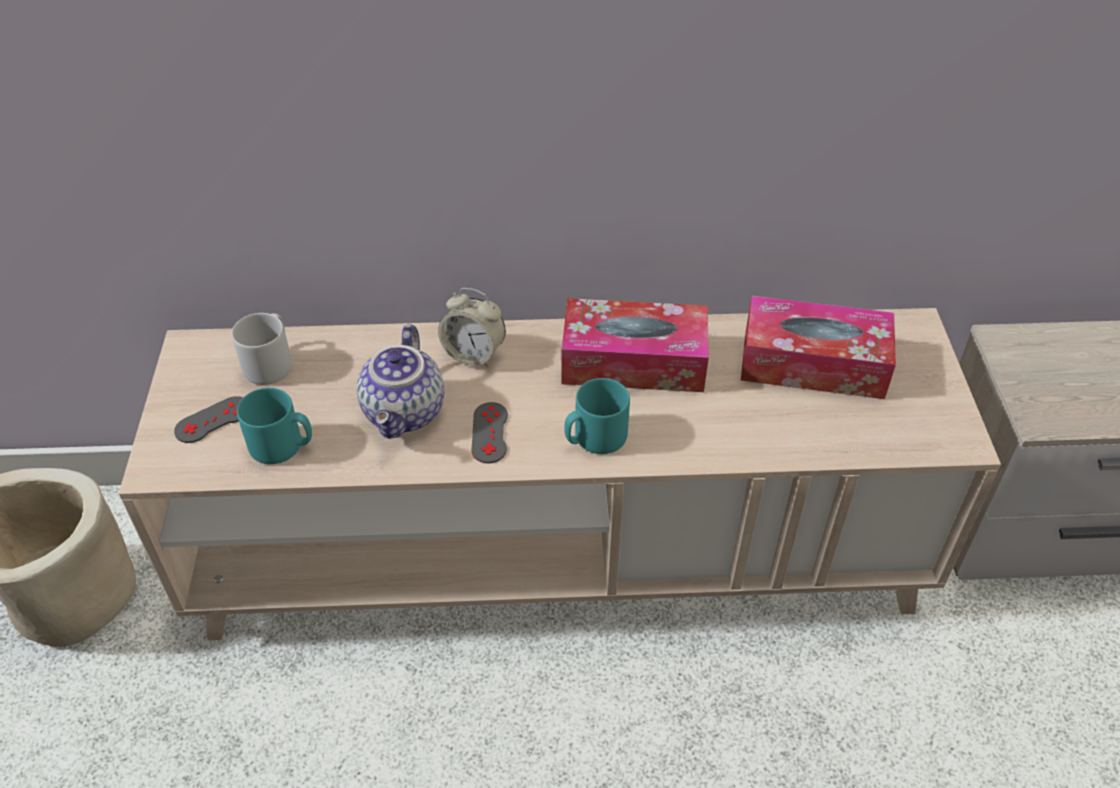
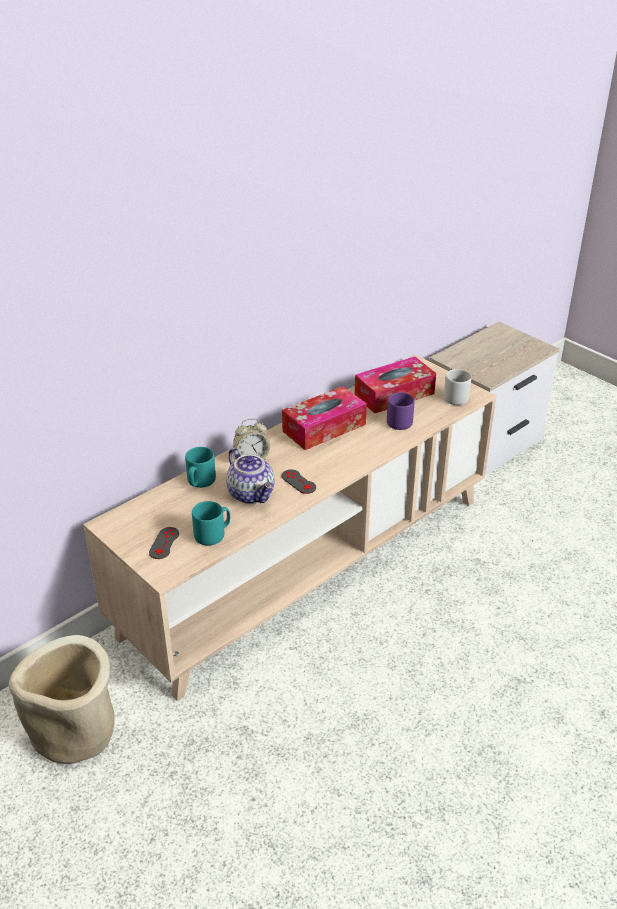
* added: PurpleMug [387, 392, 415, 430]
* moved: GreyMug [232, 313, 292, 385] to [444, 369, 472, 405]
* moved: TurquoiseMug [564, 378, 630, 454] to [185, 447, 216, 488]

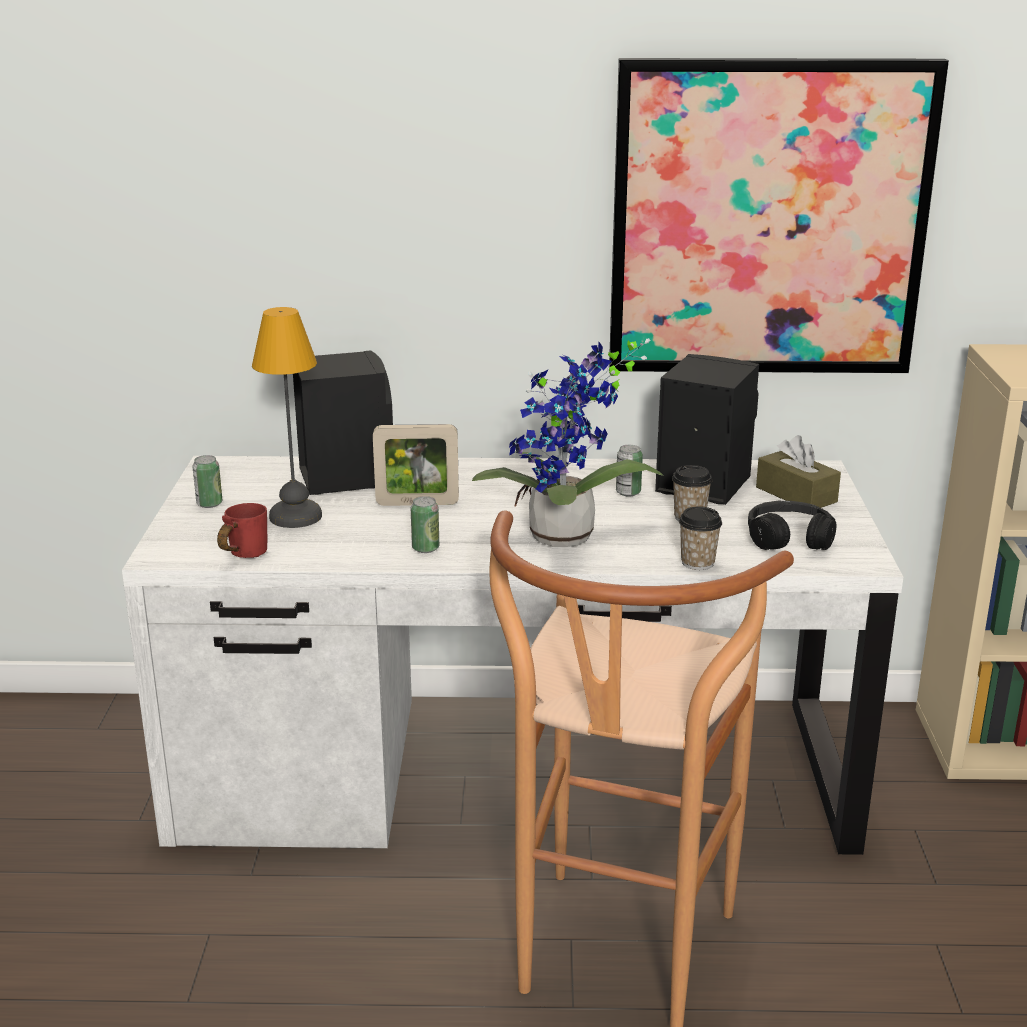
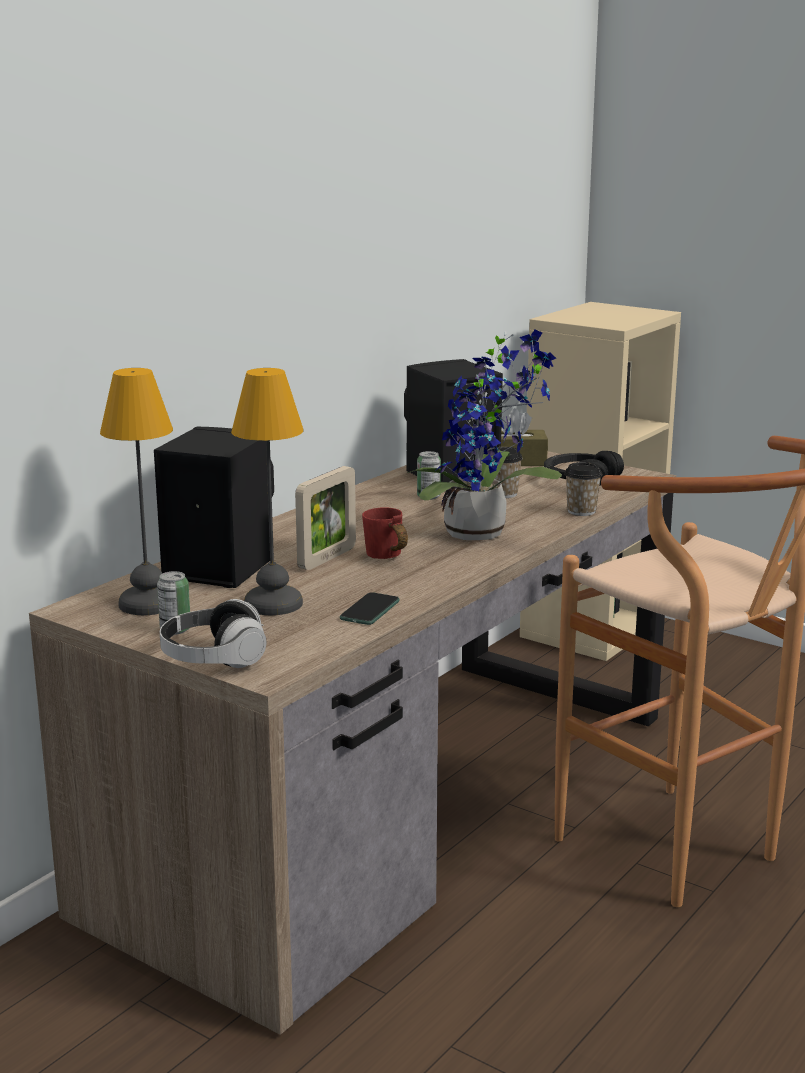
* removed: Can [411, 496, 439, 553]
* removed: Picture [609, 58, 949, 373]
* added: TableLamp [100, 368, 173, 615]
* added: Headphones [160, 599, 266, 668]
* added: Phone [340, 592, 400, 625]
* moved: RedMug [217, 503, 267, 558] to [362, 507, 408, 559]
* recoloured: WhiteDesk [122, 456, 903, 855] to BrownDesk [29, 451, 676, 1035]

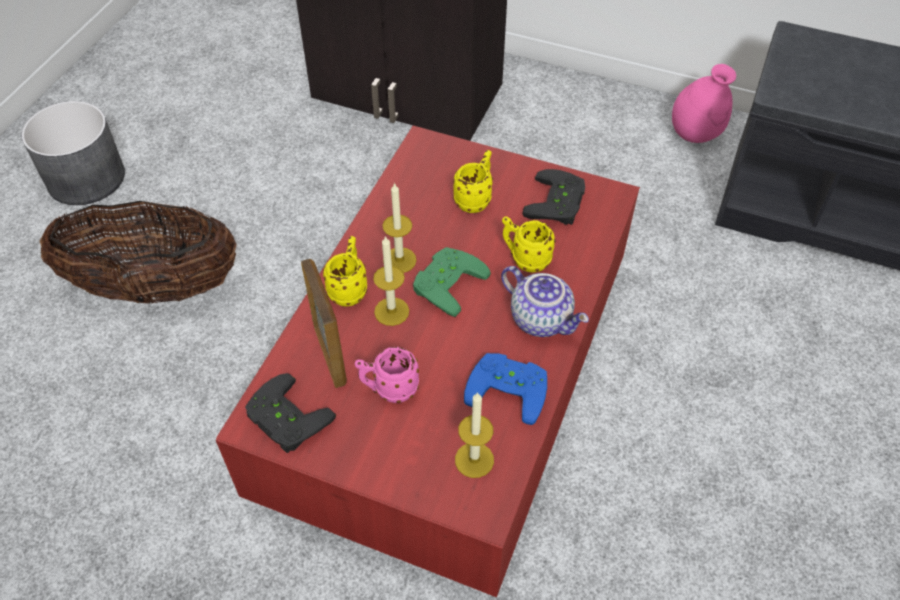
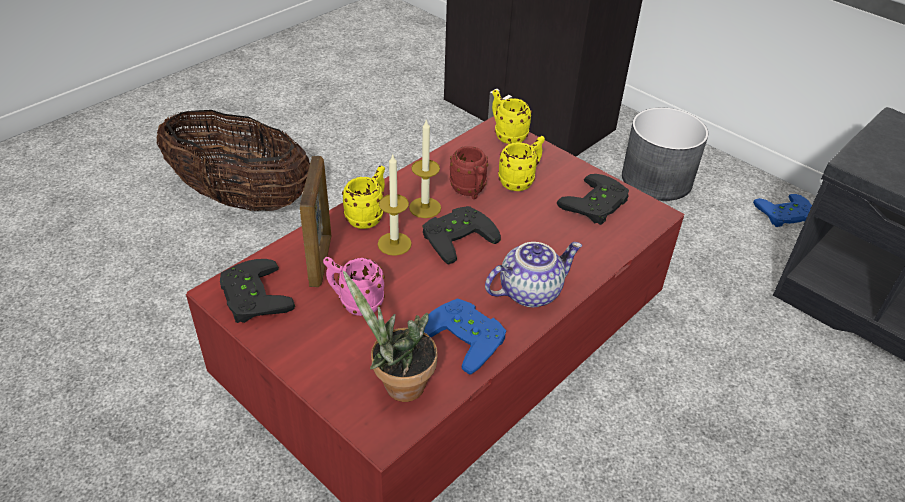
* added: RedMug [450, 146, 488, 199]
* moved: GreyPlanter [22, 101, 125, 205] to [622, 108, 708, 201]
* moved: YellowMug [502, 216, 556, 273] to [492, 90, 532, 144]
* replaced: Candle [455, 392, 494, 478] to PottedPlant [343, 270, 438, 402]
* replaced: PinkVase [672, 64, 736, 143] to BlueGameController [753, 194, 812, 227]
* recoloured: GreenGameController [413, 247, 491, 317] to BlackGameController [422, 206, 501, 264]
* turned: Teapot [501, 266, 589, 337] = [485, 242, 582, 307] 90 degrees counterclockwise

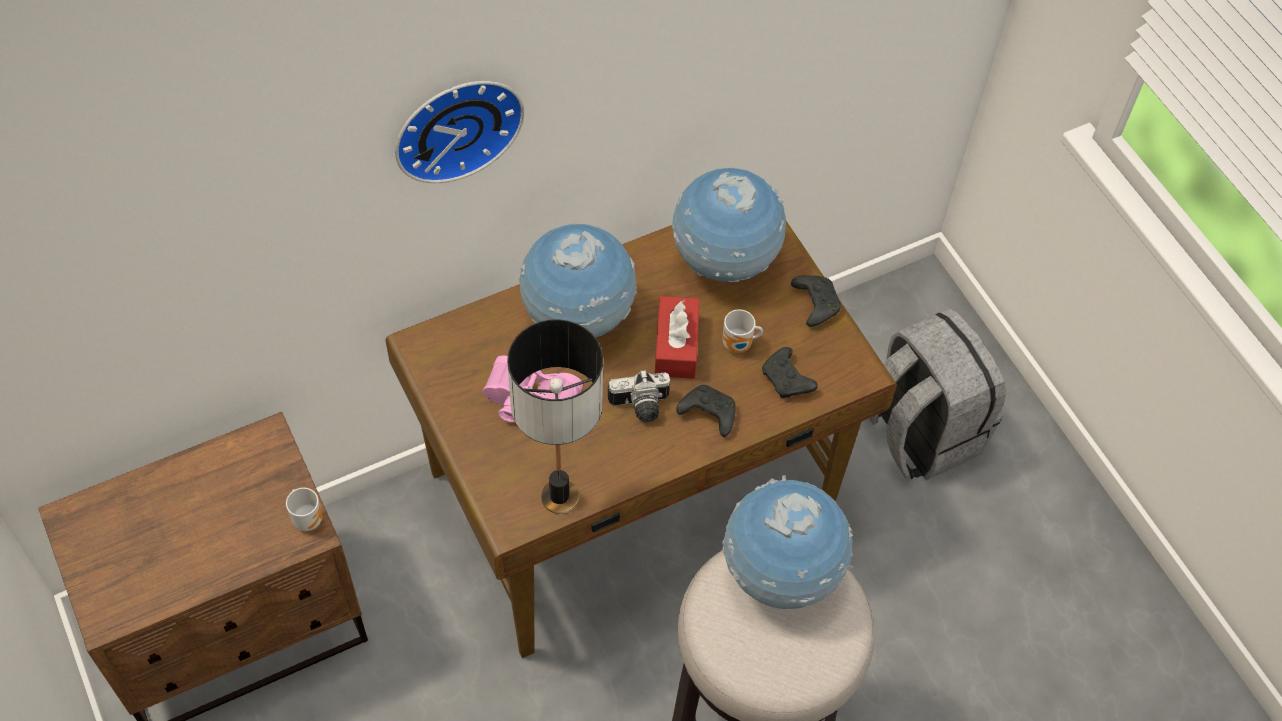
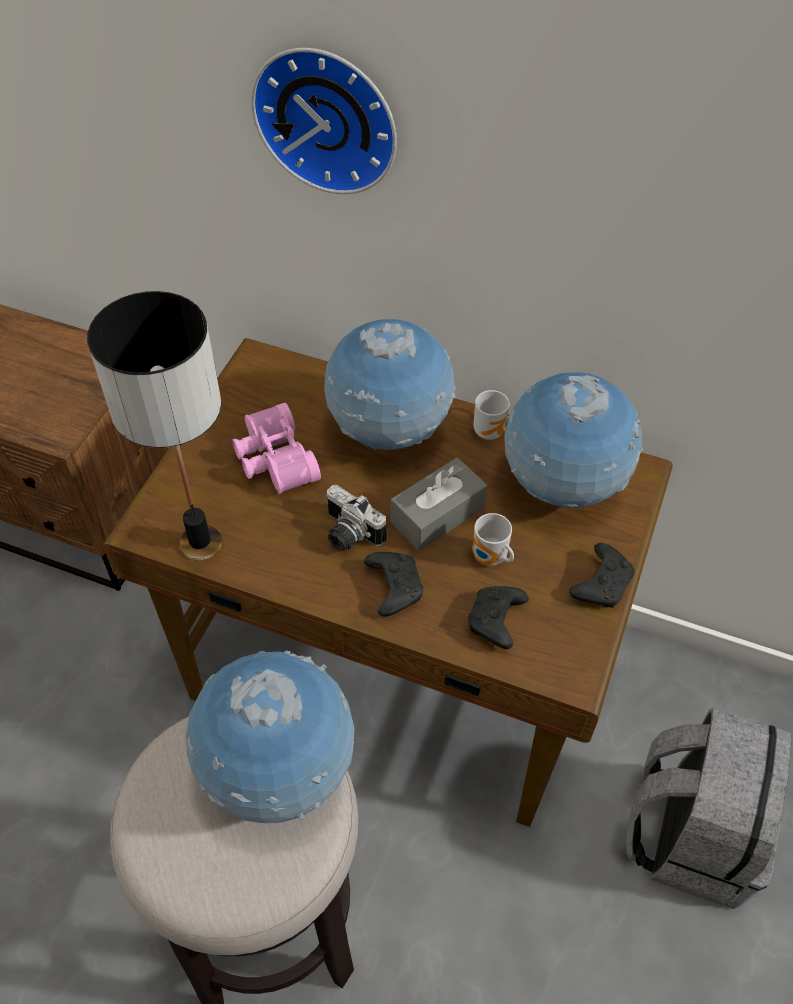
* moved: Mug [286, 488, 322, 531] to [473, 390, 509, 440]
* recoloured: RedTissueBox [655, 296, 700, 379] to GreyTissueBox [391, 457, 487, 551]

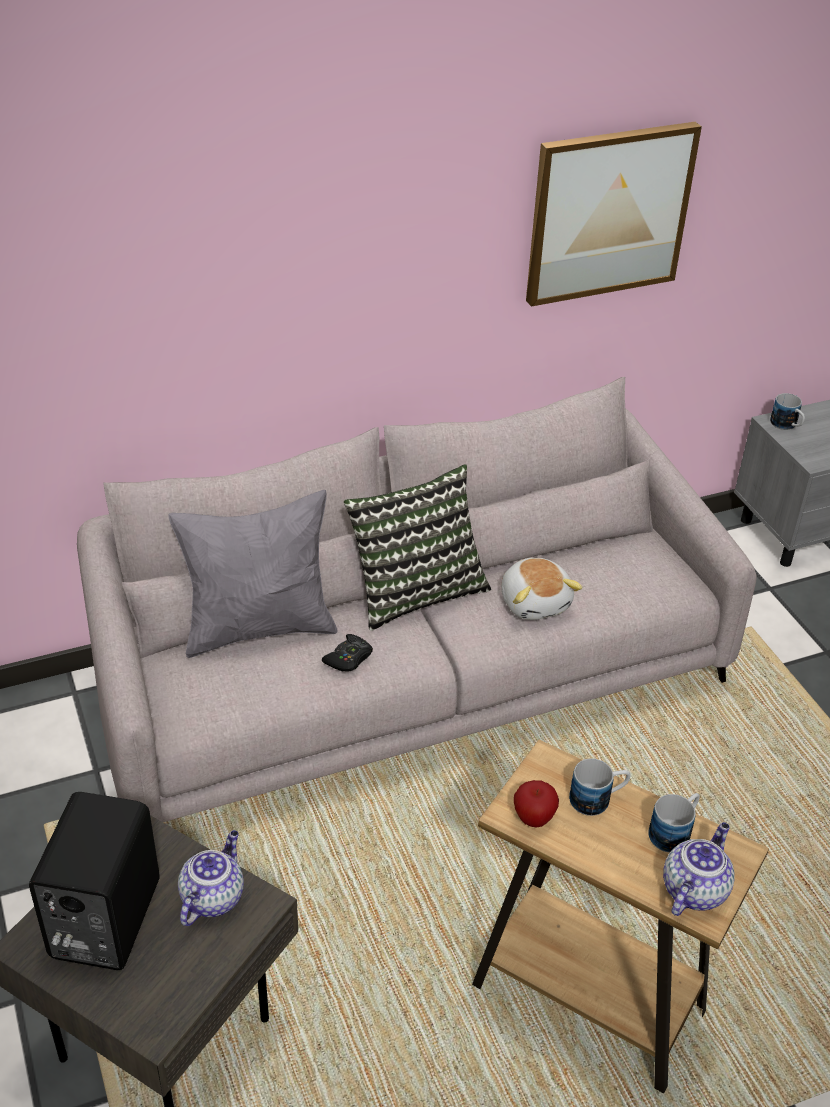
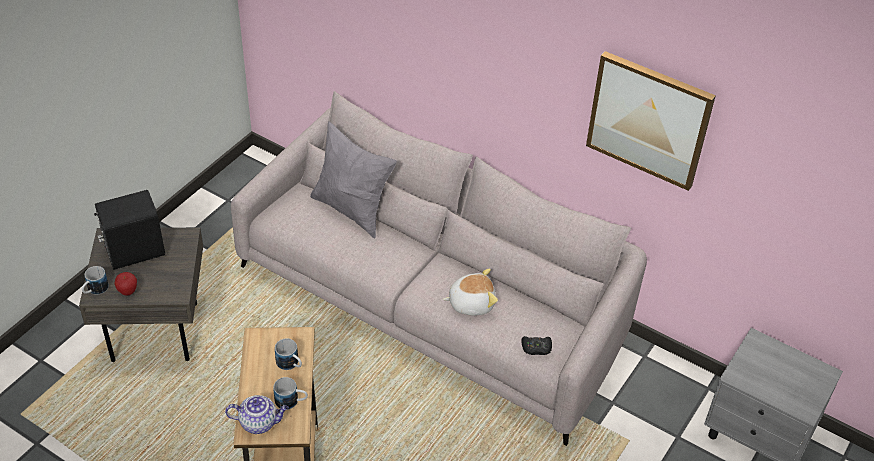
* removed: Teapot [178, 830, 244, 926]
* removed: Pillow [344, 464, 491, 631]
* moved: BlackGameController [322, 634, 373, 672] to [521, 336, 552, 355]
* moved: Apple [514, 780, 559, 827] to [114, 272, 137, 295]
* moved: Mug [770, 393, 805, 430] to [82, 266, 109, 295]
* turned: PlushToy [502, 558, 583, 620] = [443, 268, 498, 316] 135 degrees counterclockwise

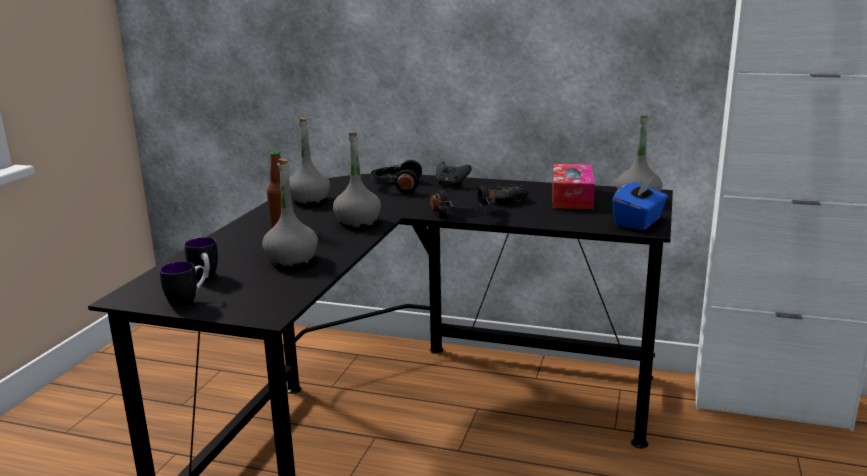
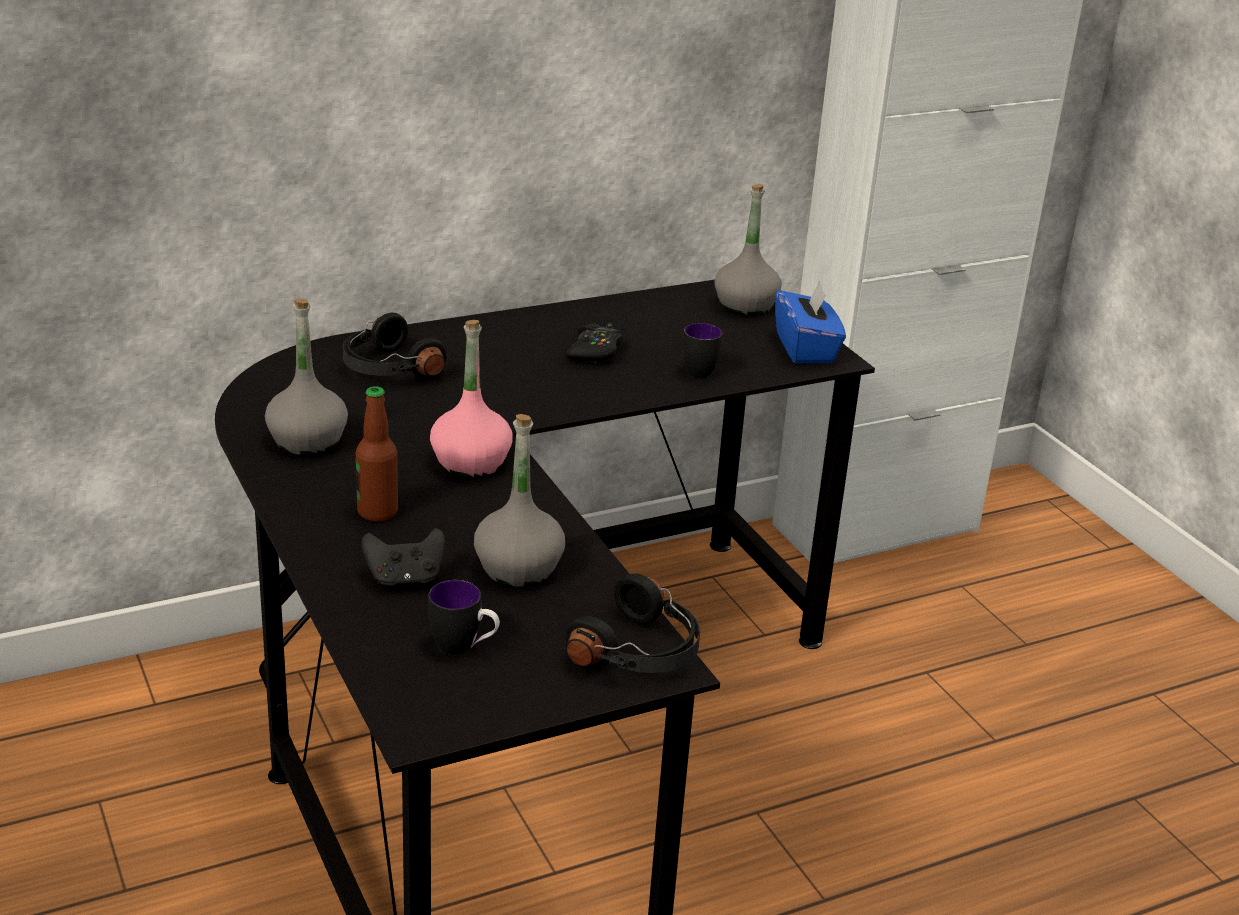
* removed: TissueBox [552, 164, 595, 209]
* moved: Mug [160, 262, 206, 309] to [682, 323, 723, 378]
* moved: BlackHeadphones [430, 185, 496, 218] to [565, 573, 700, 673]
* moved: BlackGameController [436, 162, 472, 187] to [361, 528, 445, 588]
* recoloured: GreyBottle [333, 133, 381, 228] to PinkBottle [430, 320, 513, 478]

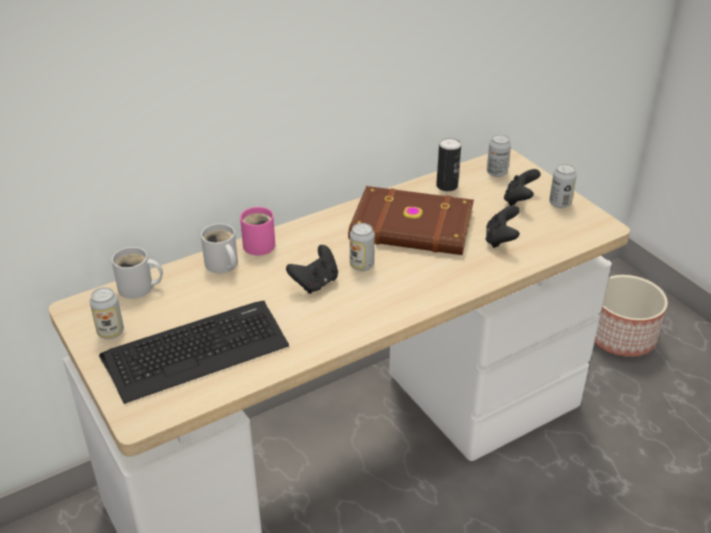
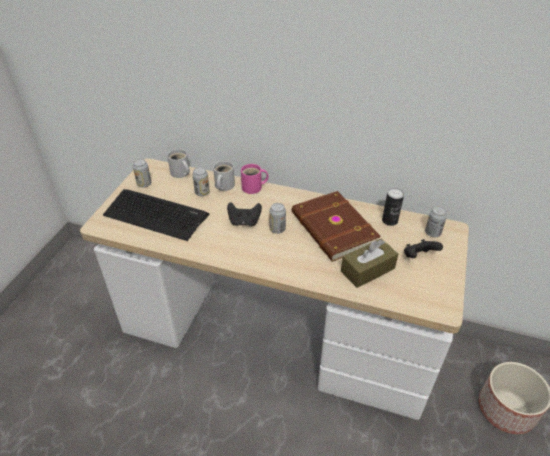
* moved: Can [549, 164, 577, 208] to [192, 167, 210, 196]
* replaced: BlackGameController [486, 206, 520, 248] to BrownTissueBox [341, 239, 398, 288]

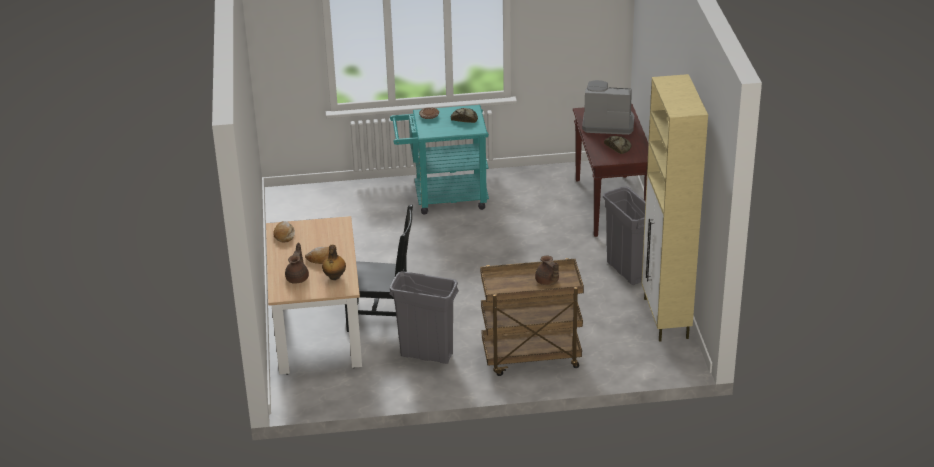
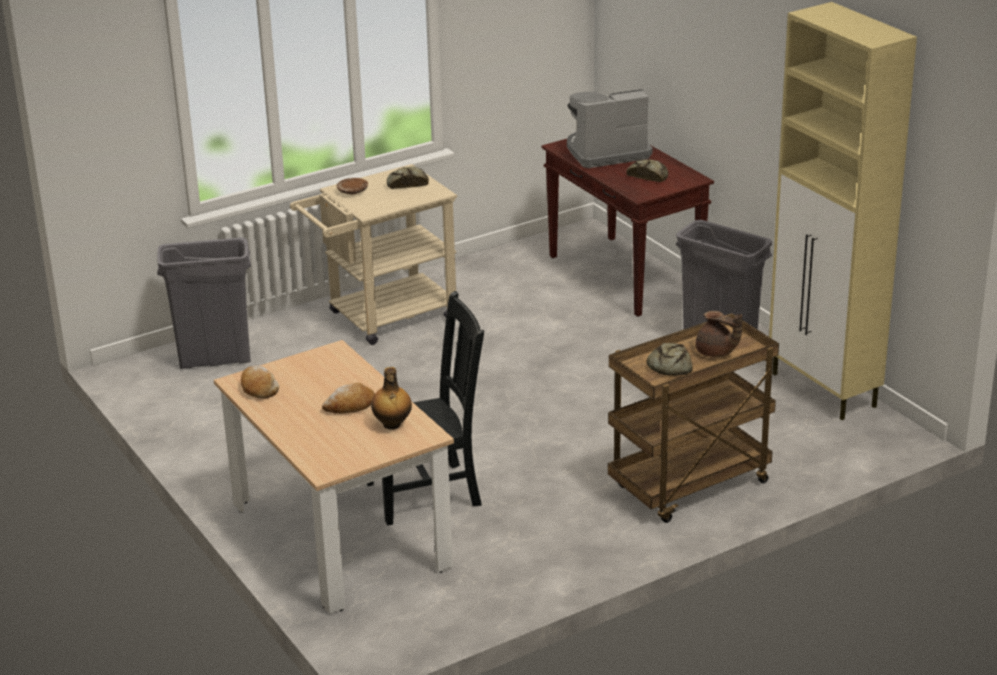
* removed: BrownTeapot [285, 243, 309, 284]
* added: Bread [646, 343, 693, 376]
* moved: GreyTrashCan [389, 271, 459, 364] to [157, 237, 251, 369]
* recoloured: TurquoiseCart [390, 105, 489, 215] to BeigeCart [290, 164, 457, 345]

